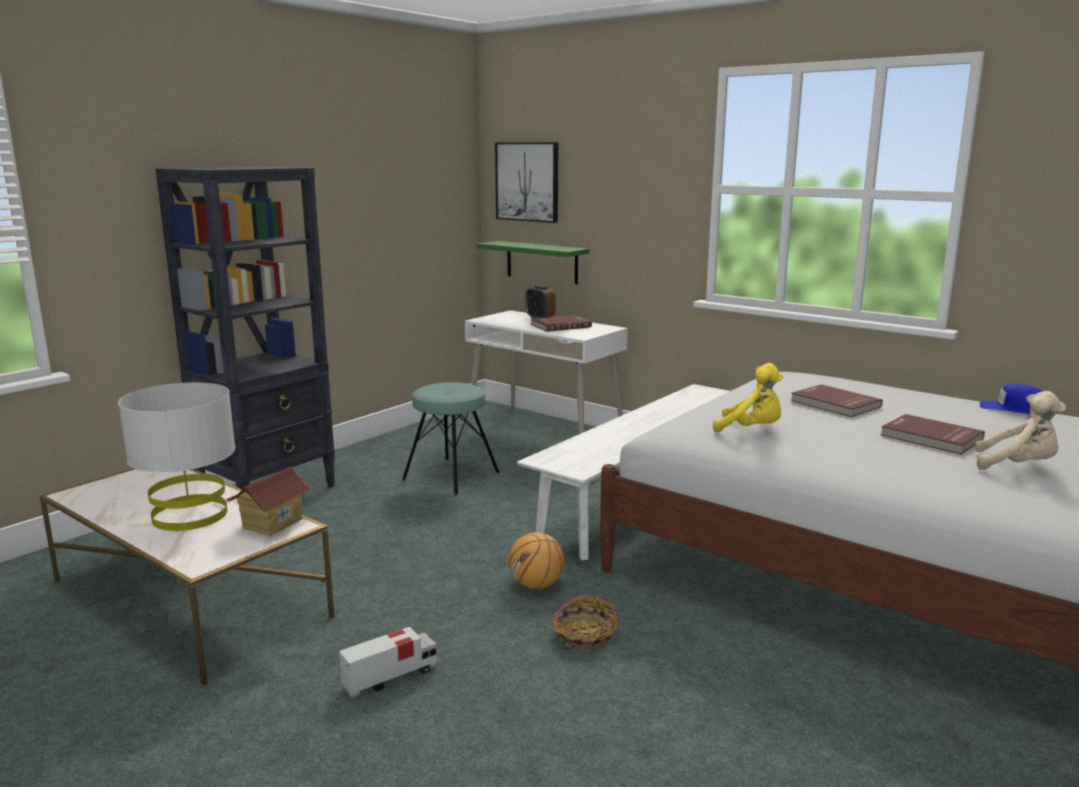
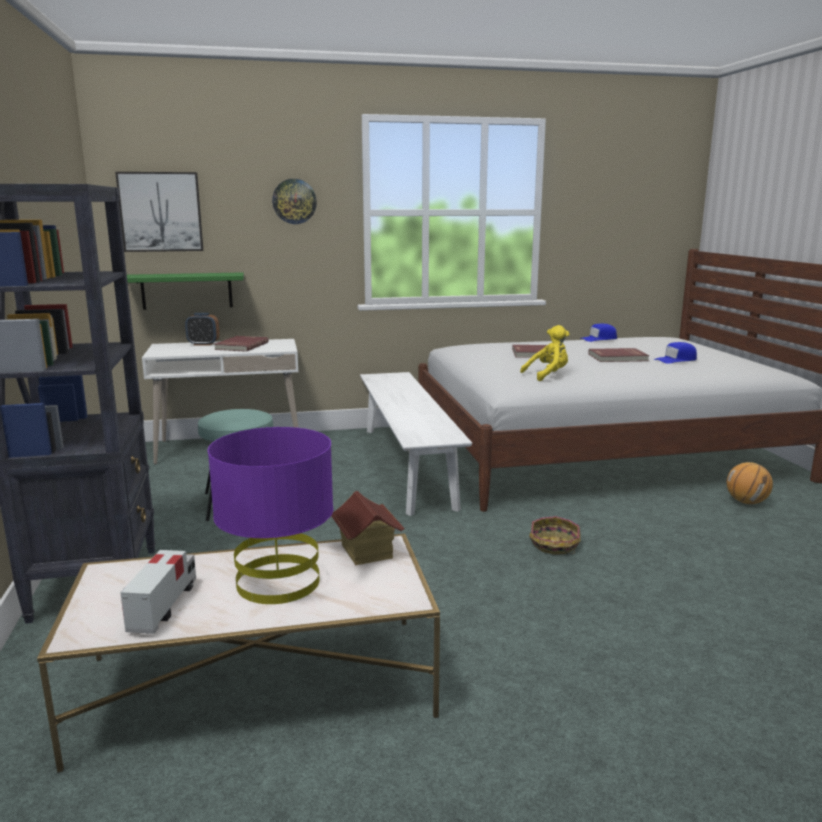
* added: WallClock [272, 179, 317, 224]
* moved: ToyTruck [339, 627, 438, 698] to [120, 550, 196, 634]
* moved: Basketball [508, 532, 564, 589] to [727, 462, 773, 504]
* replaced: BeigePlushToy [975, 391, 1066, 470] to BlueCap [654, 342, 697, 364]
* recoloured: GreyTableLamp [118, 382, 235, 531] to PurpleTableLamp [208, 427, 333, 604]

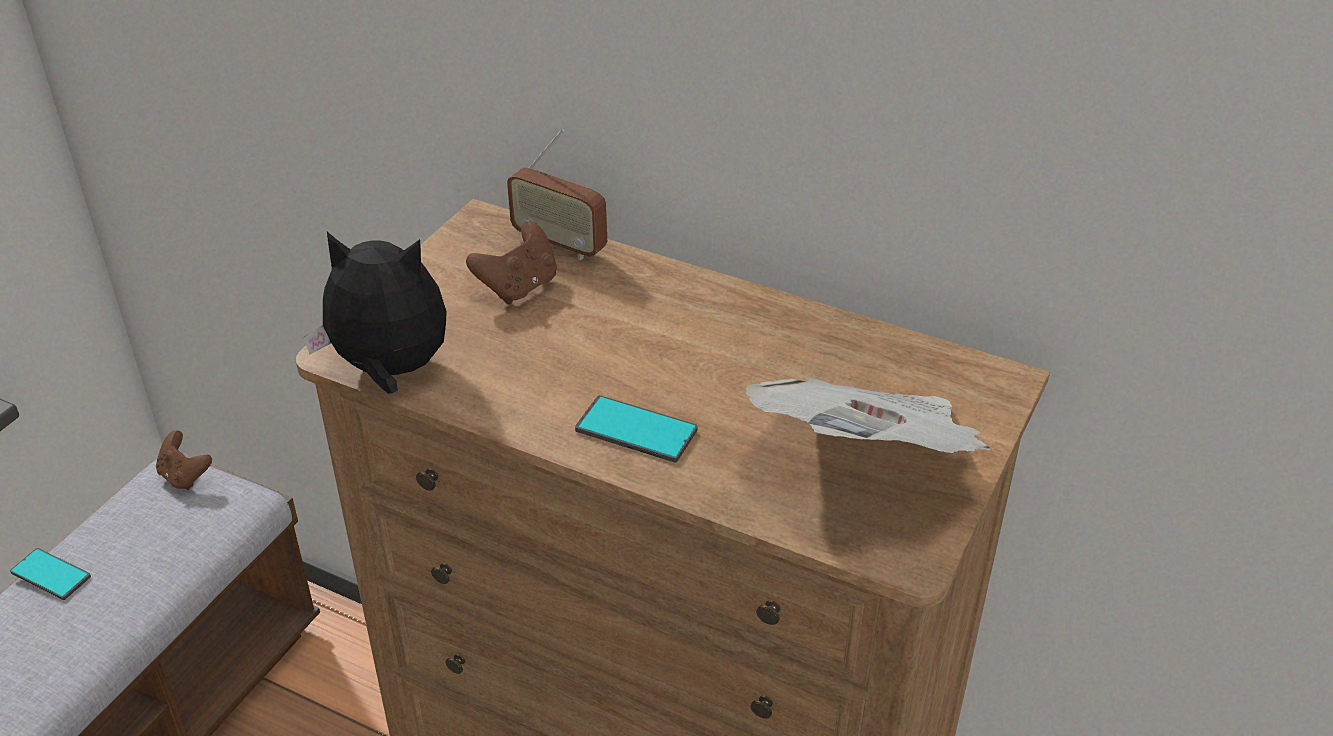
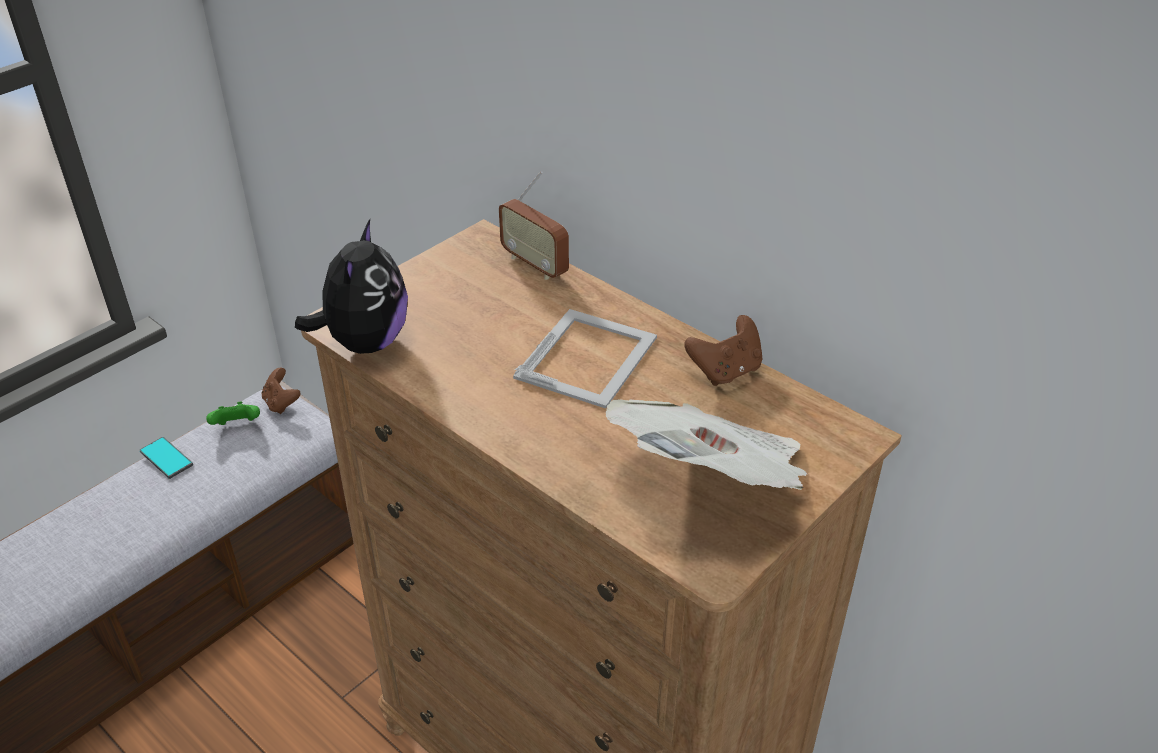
* removed: Phone [575, 395, 698, 463]
* added: GreenGameController [206, 402, 260, 425]
* added: PictureFrame [513, 309, 657, 408]
* moved: BrownGameController [466, 221, 557, 304] to [684, 315, 762, 386]
* turned: PlushToy [303, 232, 447, 394] = [295, 219, 408, 354] 75 degrees clockwise

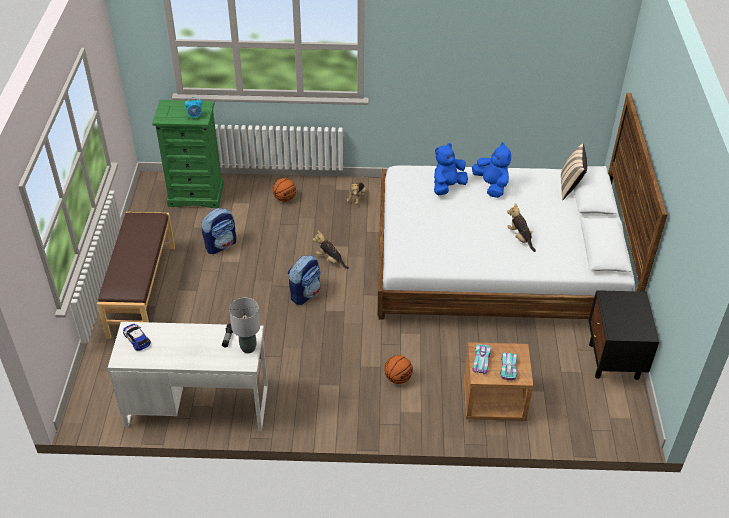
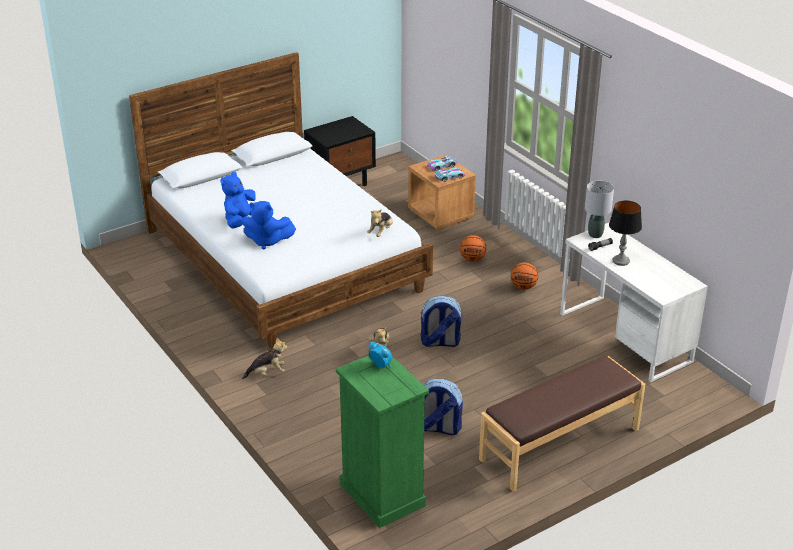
* removed: ToyCar [123, 324, 151, 351]
* removed: BeigePillow [561, 143, 587, 200]
* added: TableLamp [609, 201, 642, 266]
* moved: Basketball [273, 178, 296, 202] to [511, 262, 538, 290]
* moved: PlushToy [507, 203, 536, 252] to [367, 209, 393, 237]

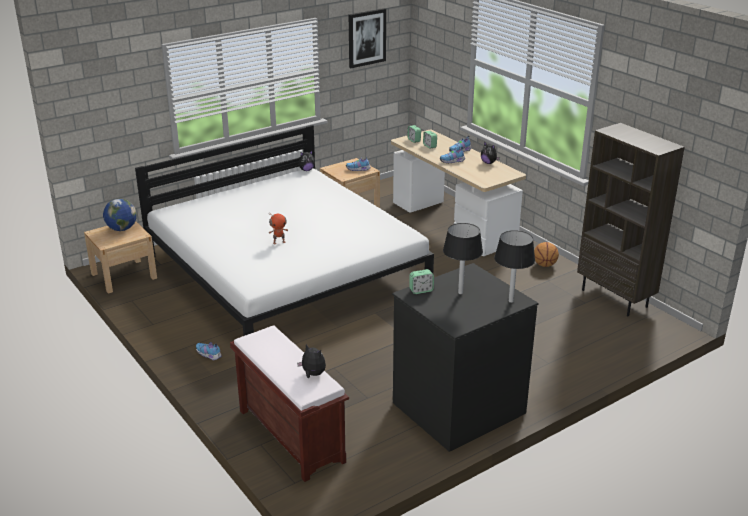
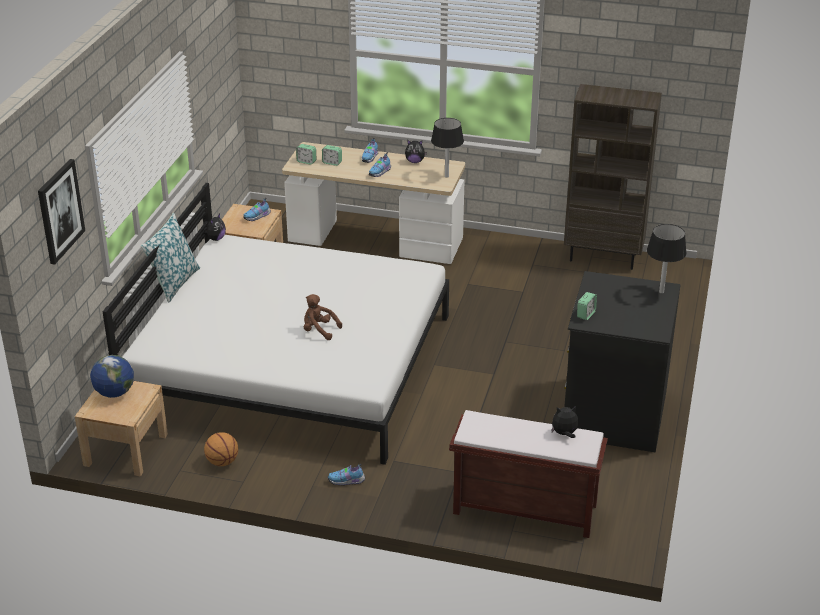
* added: Pillow [141, 213, 200, 303]
* moved: Picture [349, 8, 386, 68] to [38, 159, 85, 265]
* moved: BlackTableLamp [443, 223, 483, 294] to [431, 118, 464, 178]
* moved: Basketball [534, 242, 559, 267] to [204, 432, 238, 466]
* replaced: ToyRobot [269, 214, 288, 244] to BrownPlushToy [304, 294, 342, 340]

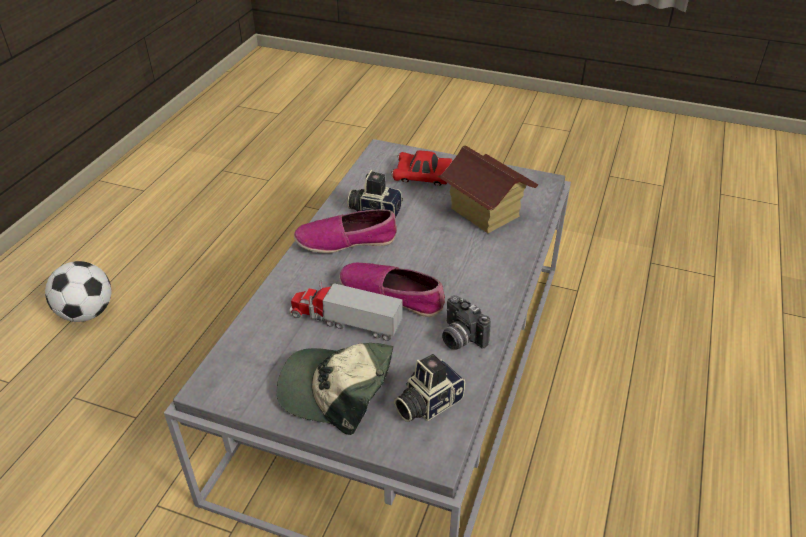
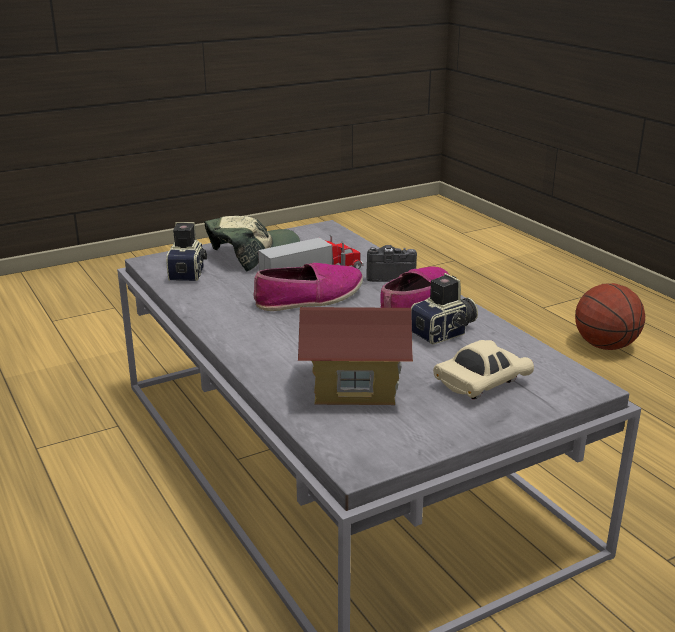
* moved: PhotoCamera [442, 295, 491, 350] to [366, 245, 417, 282]
* replaced: Football [45, 261, 112, 322] to Basketball [575, 283, 645, 350]
* recoloured: RedToyCar [391, 150, 452, 186] to BeigeToyCar [433, 340, 534, 399]

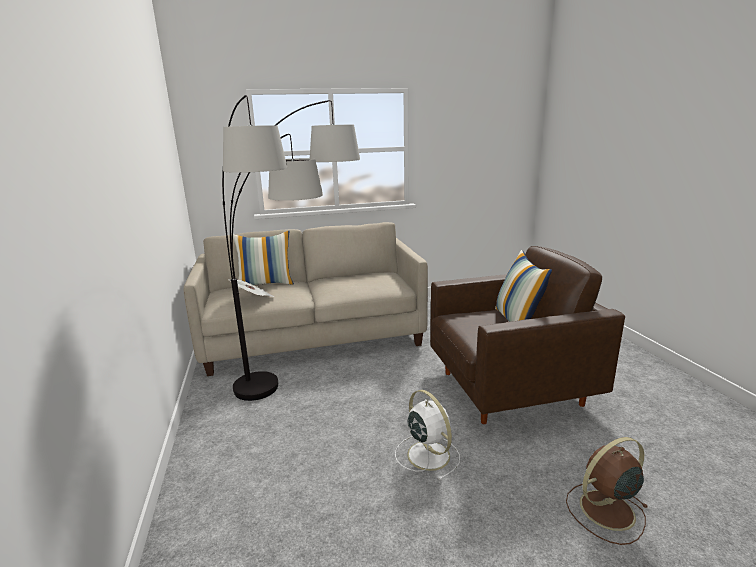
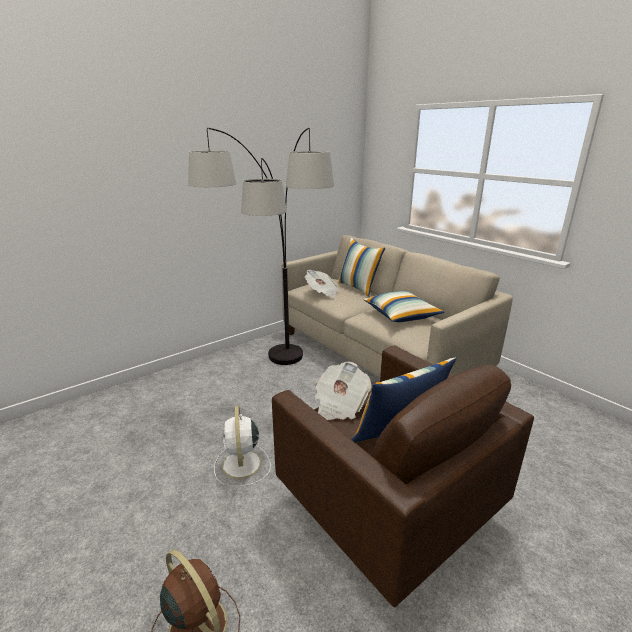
* added: Newspaper [315, 362, 372, 420]
* added: Pillow [363, 291, 445, 322]
* turned: WhiteFan [395, 390, 460, 480] = [214, 406, 271, 487] 135 degrees clockwise

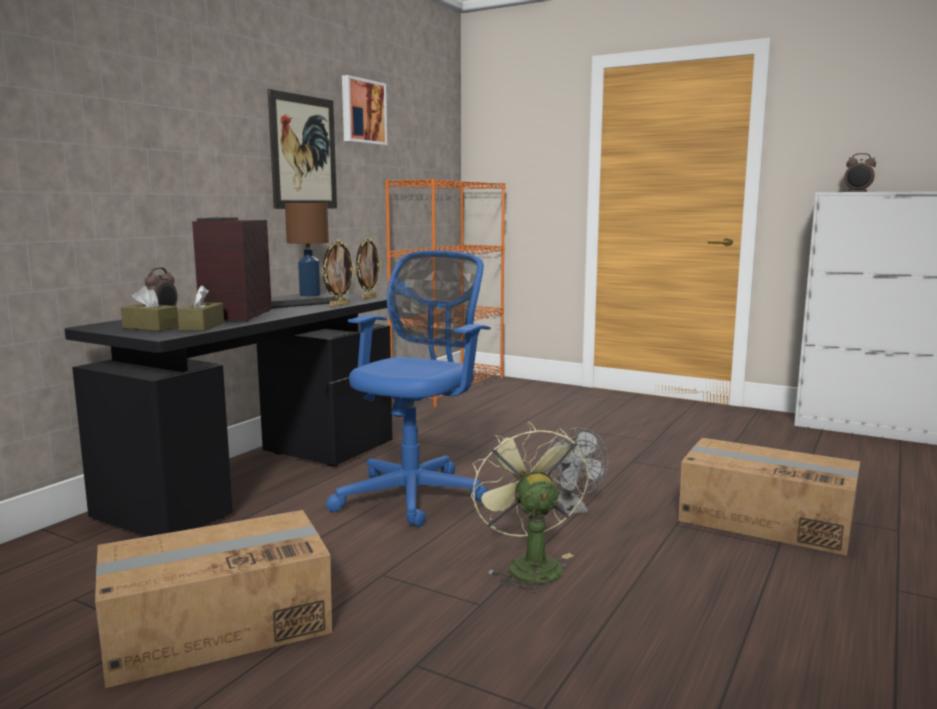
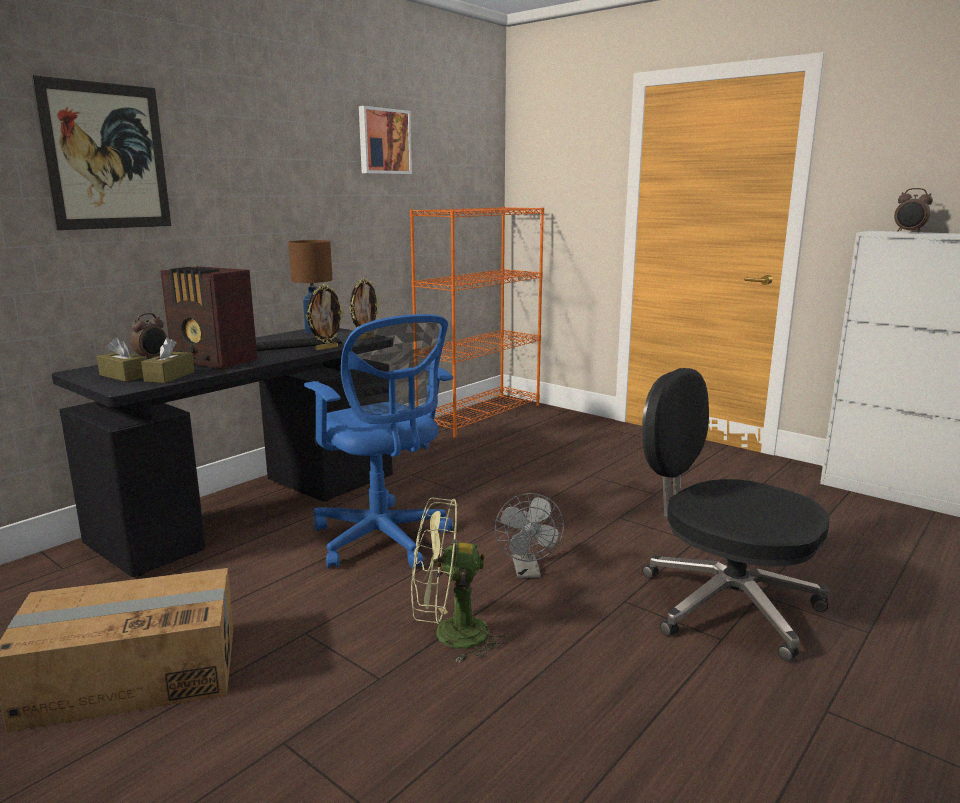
* moved: Picture [268, 89, 337, 209] to [31, 75, 171, 230]
* replaced: CardboardBox [678, 438, 860, 556] to BlackOfficeChair [642, 368, 830, 661]
* turned: Radio [192, 218, 272, 322] = [160, 266, 257, 370] 75 degrees counterclockwise
* turned: BlueOfficeChair [326, 250, 491, 527] = [304, 314, 453, 569] 105 degrees clockwise
* turned: GreenFan [471, 422, 589, 593] = [411, 497, 507, 663] 90 degrees counterclockwise

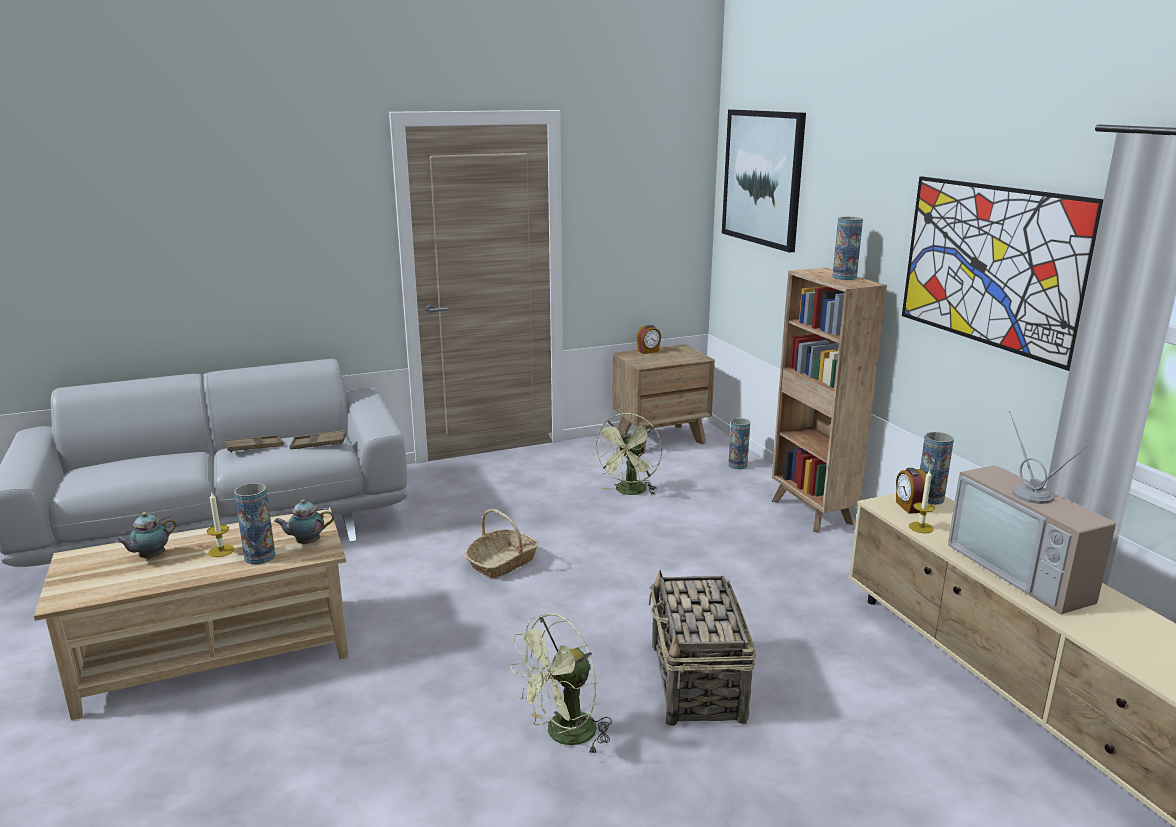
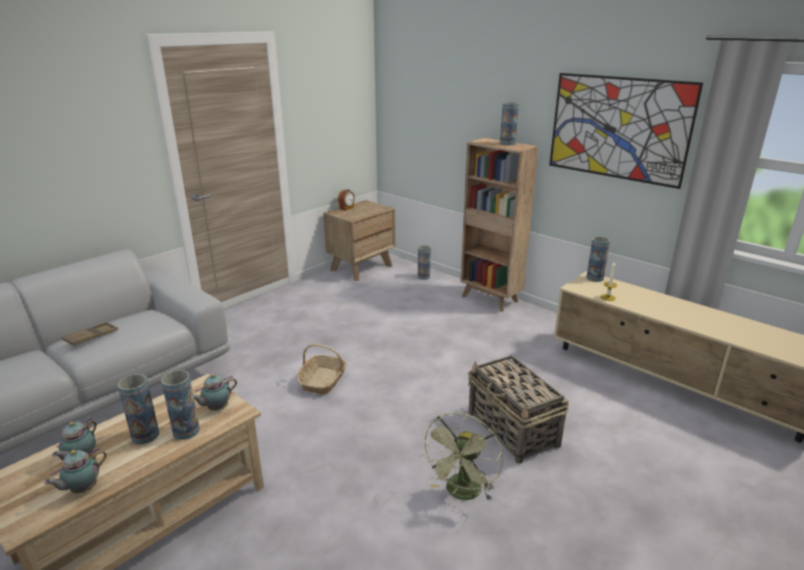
* removed: BrownTray [290, 430, 346, 449]
* removed: GreenFan [594, 413, 662, 495]
* removed: Picture [722, 110, 806, 253]
* removed: AlarmClock [896, 468, 930, 514]
* removed: Television [948, 411, 1116, 614]
* added: Teapot [44, 448, 107, 493]
* replaced: Candle [207, 491, 234, 557] to Vase [117, 374, 159, 444]

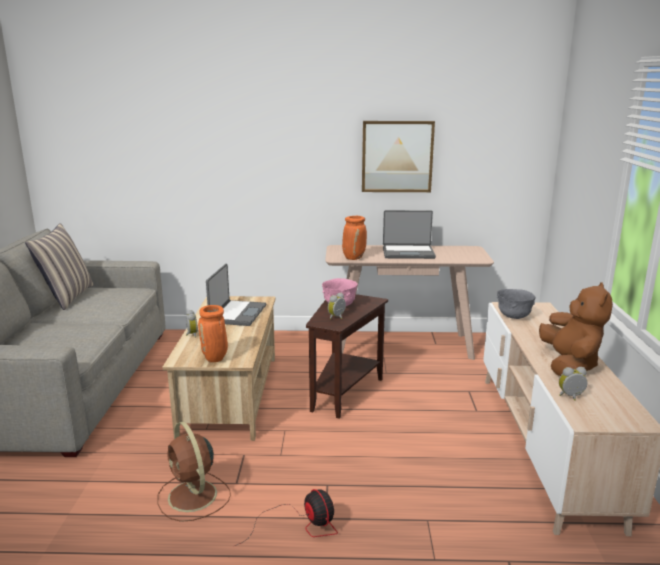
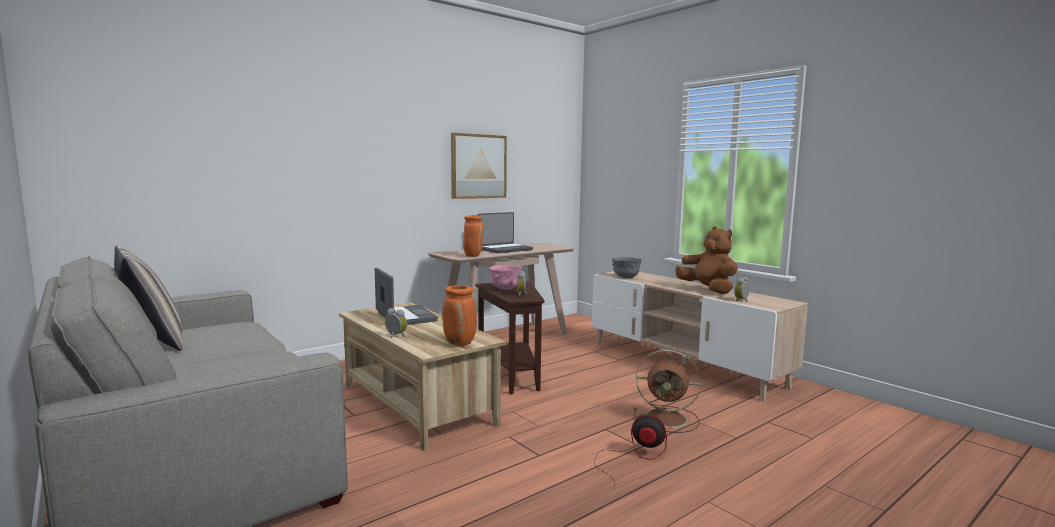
* moved: BrownFan [157, 421, 231, 522] to [634, 350, 701, 433]

